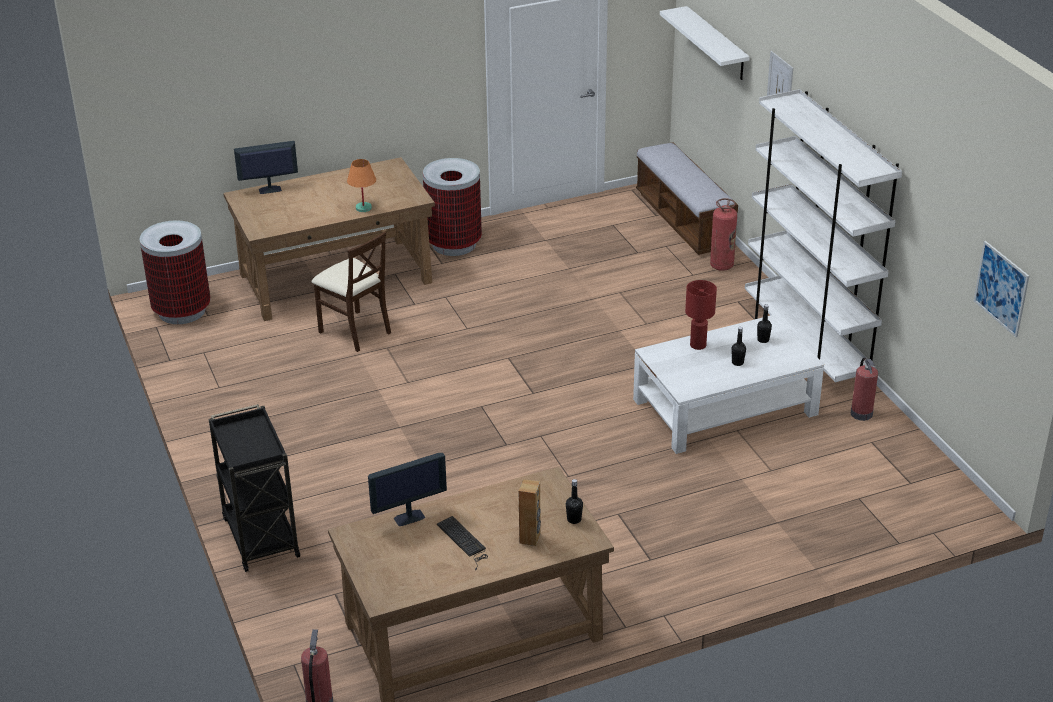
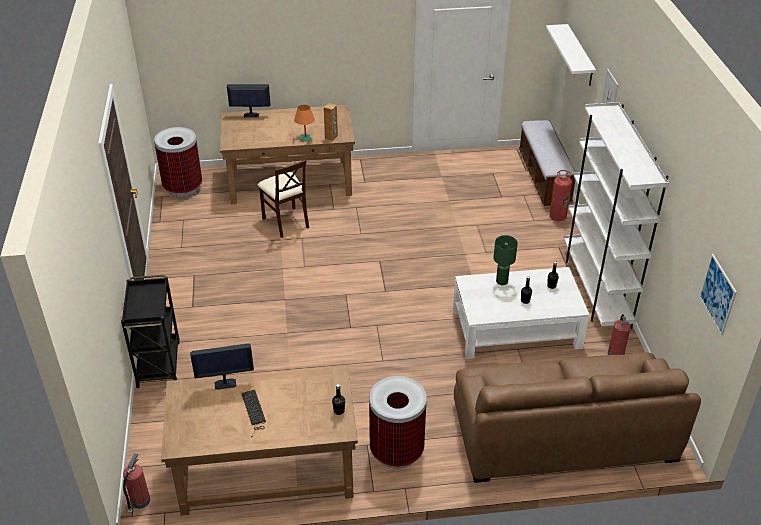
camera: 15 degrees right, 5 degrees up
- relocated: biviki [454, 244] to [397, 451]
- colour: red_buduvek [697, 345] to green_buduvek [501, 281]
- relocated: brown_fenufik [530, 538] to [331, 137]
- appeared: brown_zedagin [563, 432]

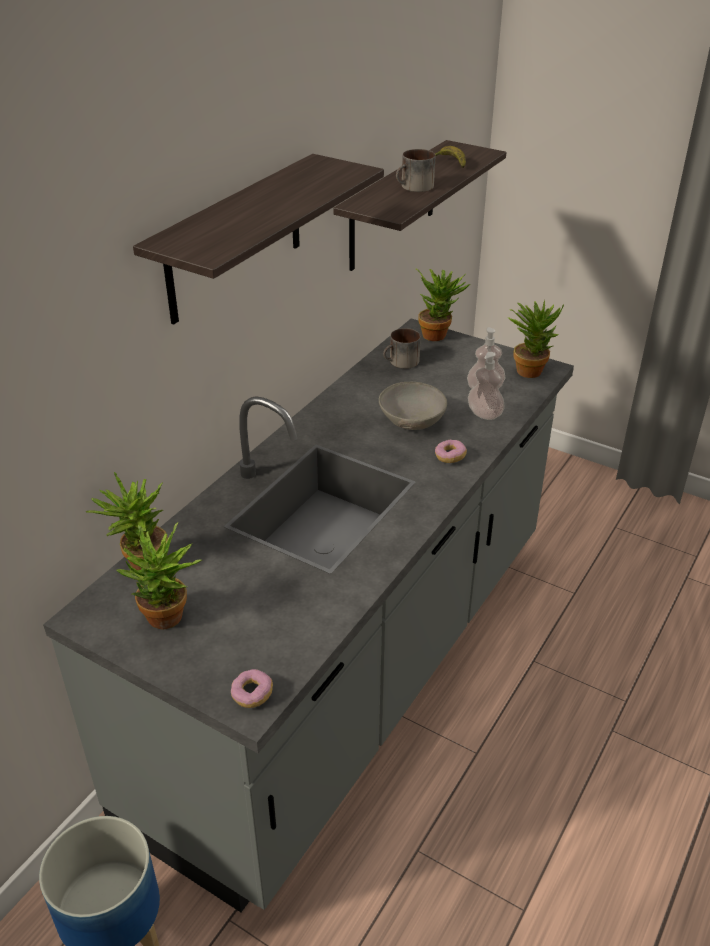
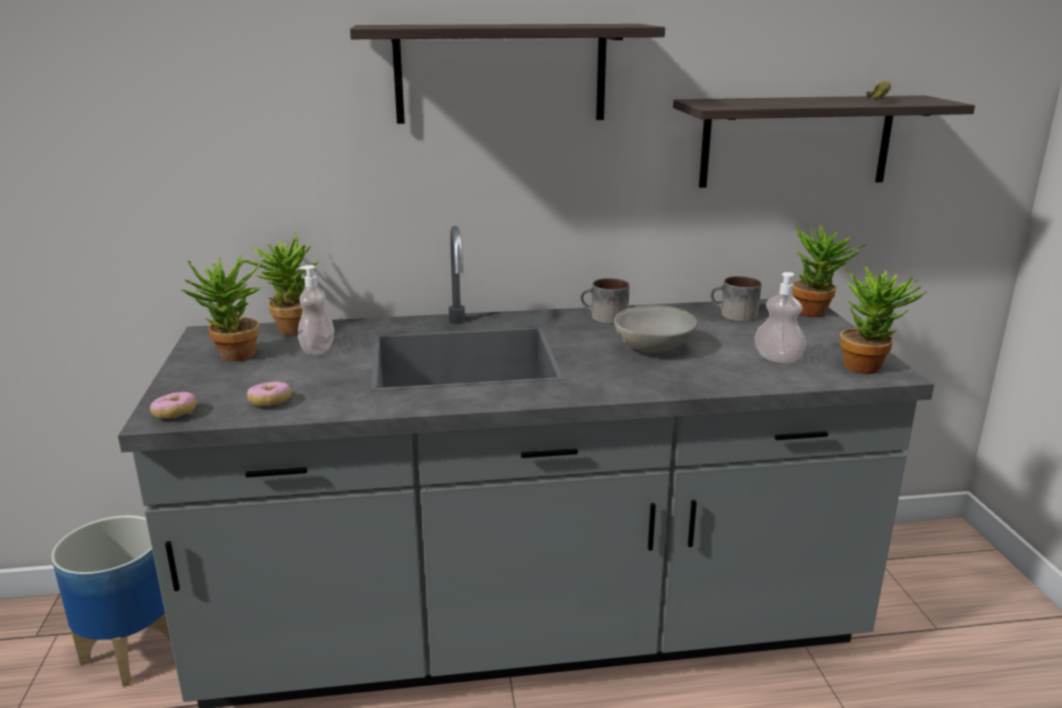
camera: 50 degrees right, 15 degrees down
- relocated: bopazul [414, 187] to [604, 318]
- relocated: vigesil [484, 414] to [317, 349]
- relocated: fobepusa [450, 457] to [270, 402]

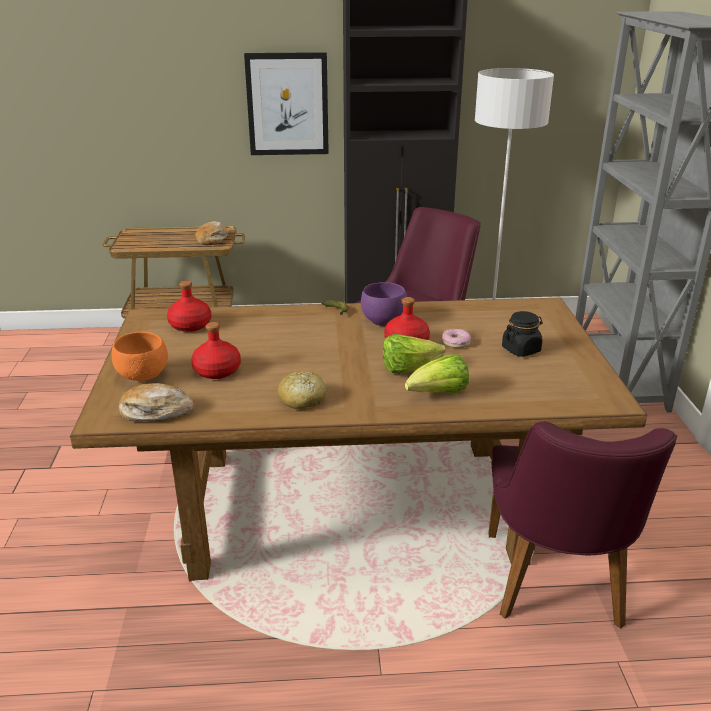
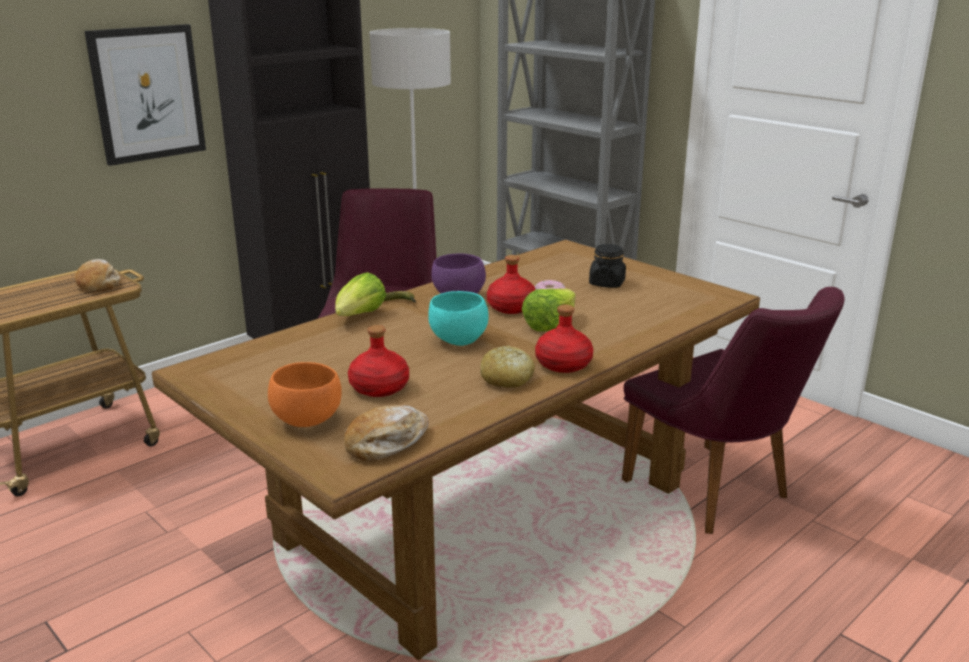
camera: 40 degrees left, 5 degrees down
- relocated: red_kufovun [191, 325] to [564, 364]
- relocated: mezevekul [438, 394] to [359, 316]
- appeared: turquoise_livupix [459, 341]

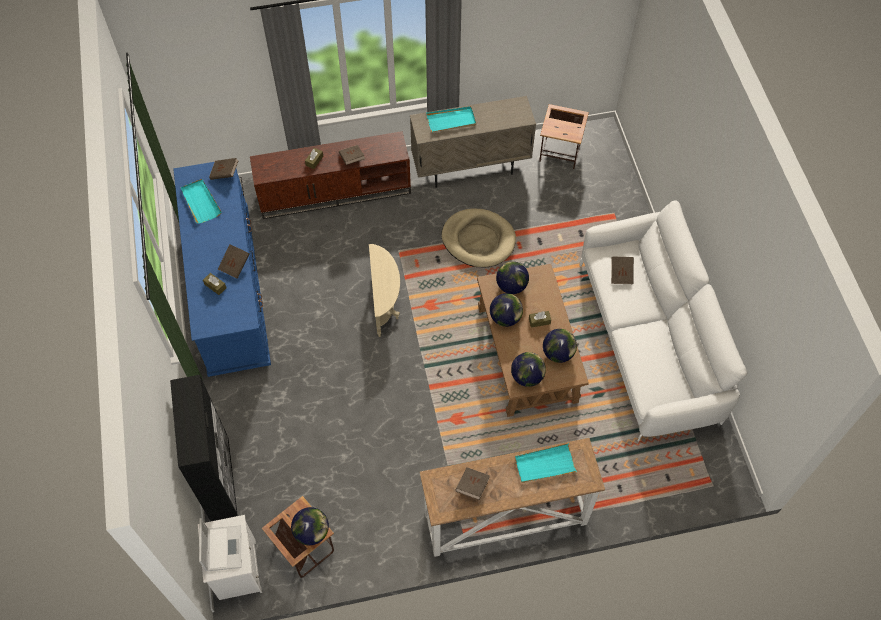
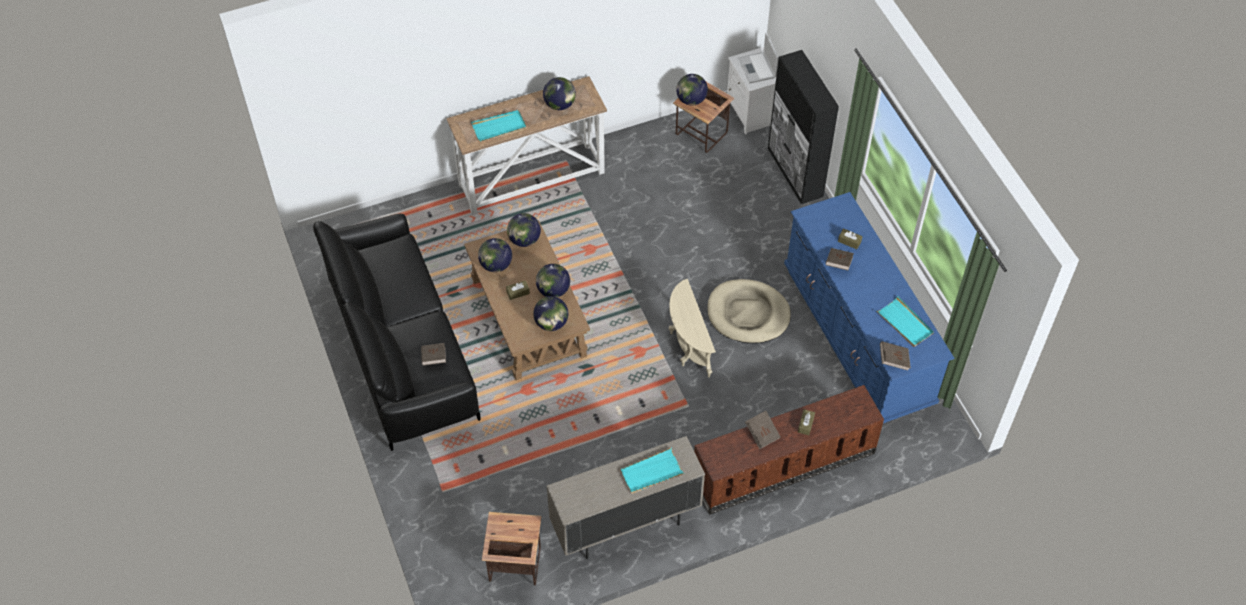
camera: 170 degrees right, 5 degrees down
- colour: white_zedagin [648, 341] to black_zedagin [402, 348]
- relocated: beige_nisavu [478, 240] to [748, 314]
- exchanged: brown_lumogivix [472, 486] to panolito [559, 105]

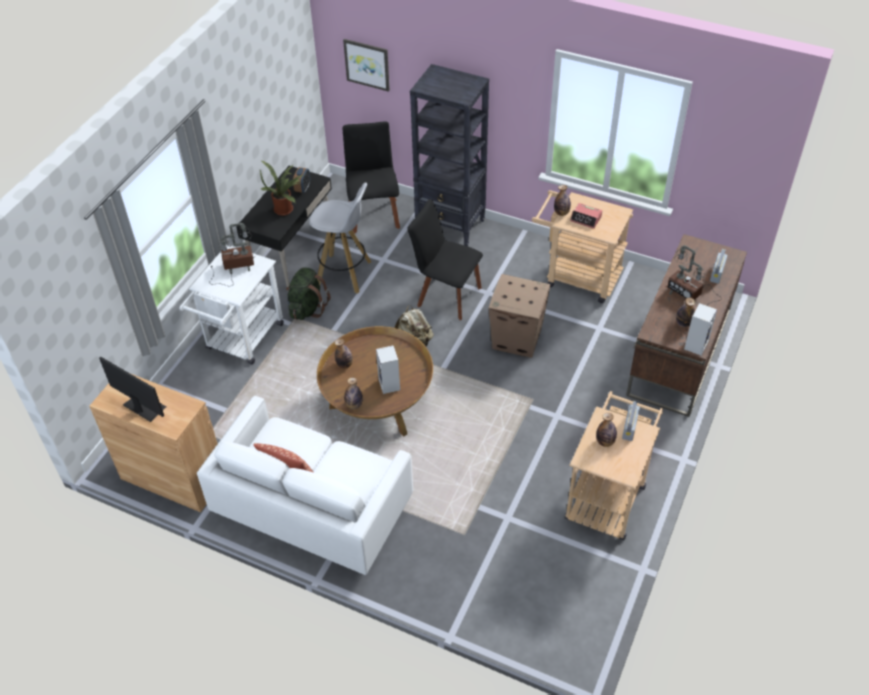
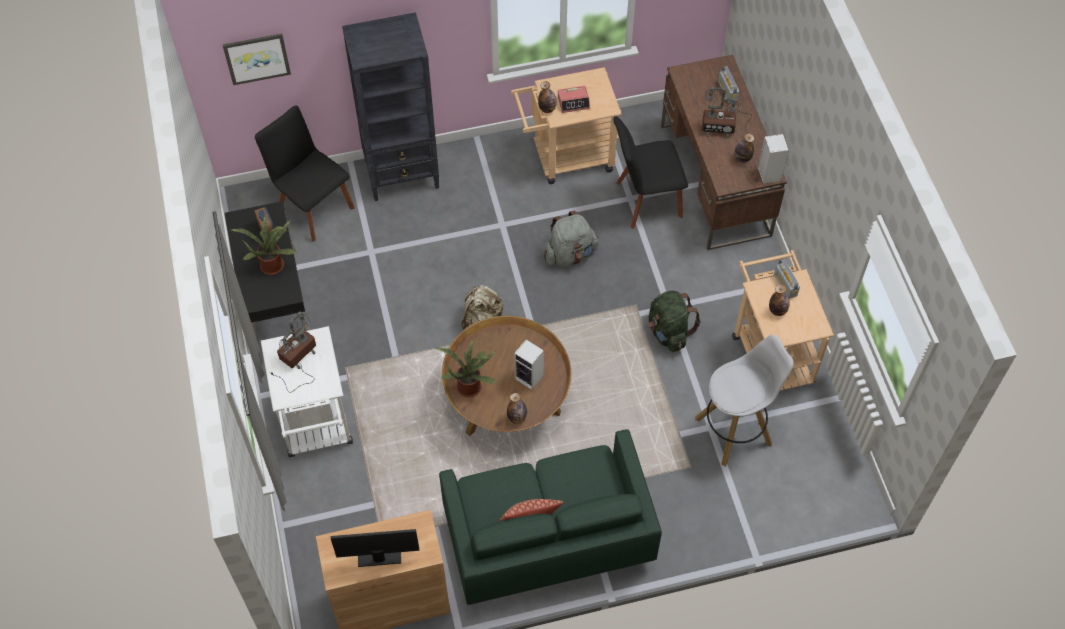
camera: 40 degrees left, 10 degrees up
- relocated: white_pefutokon [345, 274] to [734, 430]
- relocated: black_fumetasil [446, 295] to [645, 201]
- relocated: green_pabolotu [307, 308] to [668, 332]
- exchanged: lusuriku [517, 338] to grey_pabolotu [570, 254]
- exchanged: kufovun [344, 364] to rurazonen [470, 385]
- colour: white_zedagin [314, 509] to green_zedagin [547, 536]

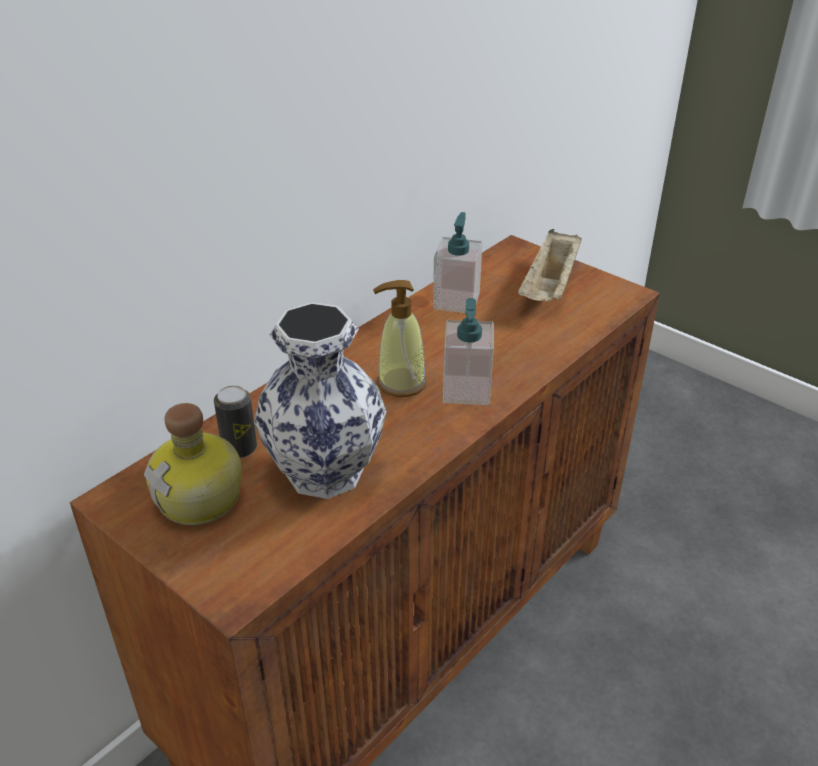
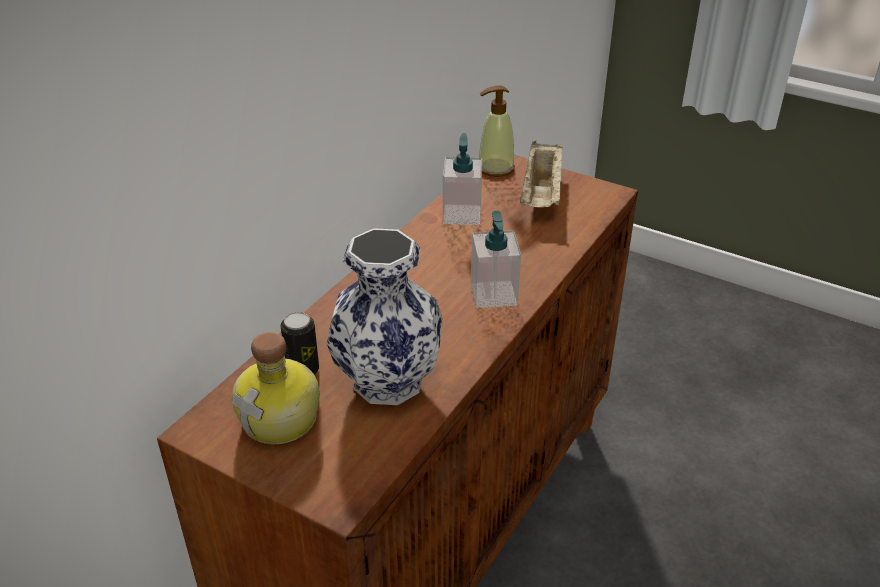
camera: 10 degrees left, 0 degrees up
- relocated: vigesil [401, 383] to [495, 168]

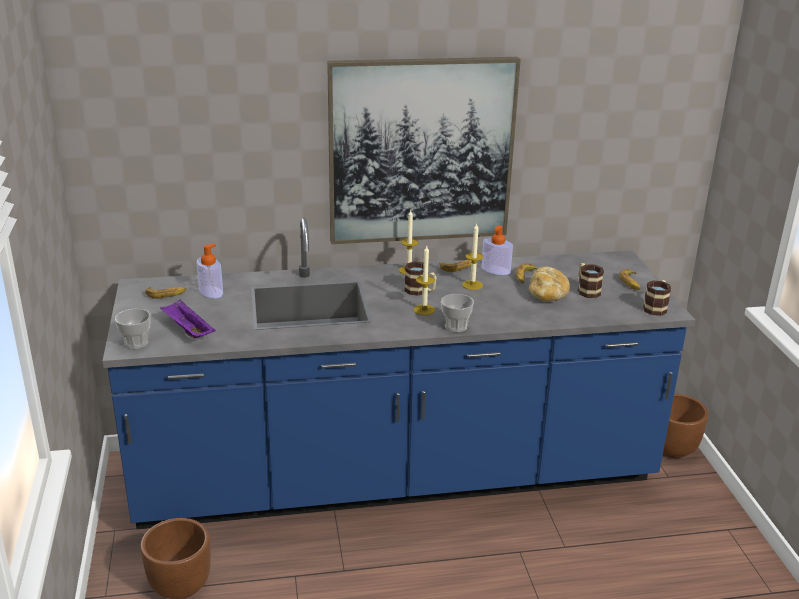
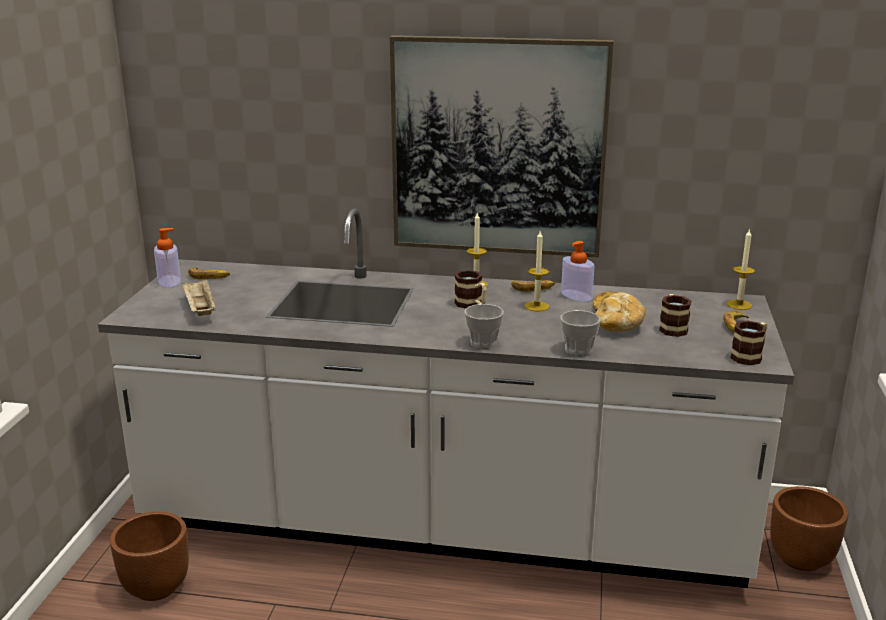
camera: 20 degrees right, 5 degrees down
- colour: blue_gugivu [395, 475] to white_gugivu [443, 523]
- relocated: vigesil [211, 292] to [169, 281]
- relocated: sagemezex [424, 310] to [739, 305]
- colour: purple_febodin [187, 330] to beige_febodin [200, 309]
- relocated: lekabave [136, 343] to [578, 350]

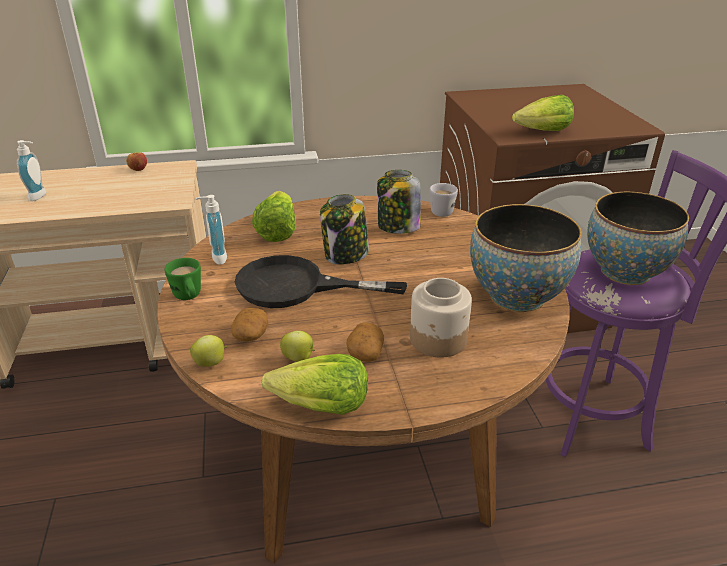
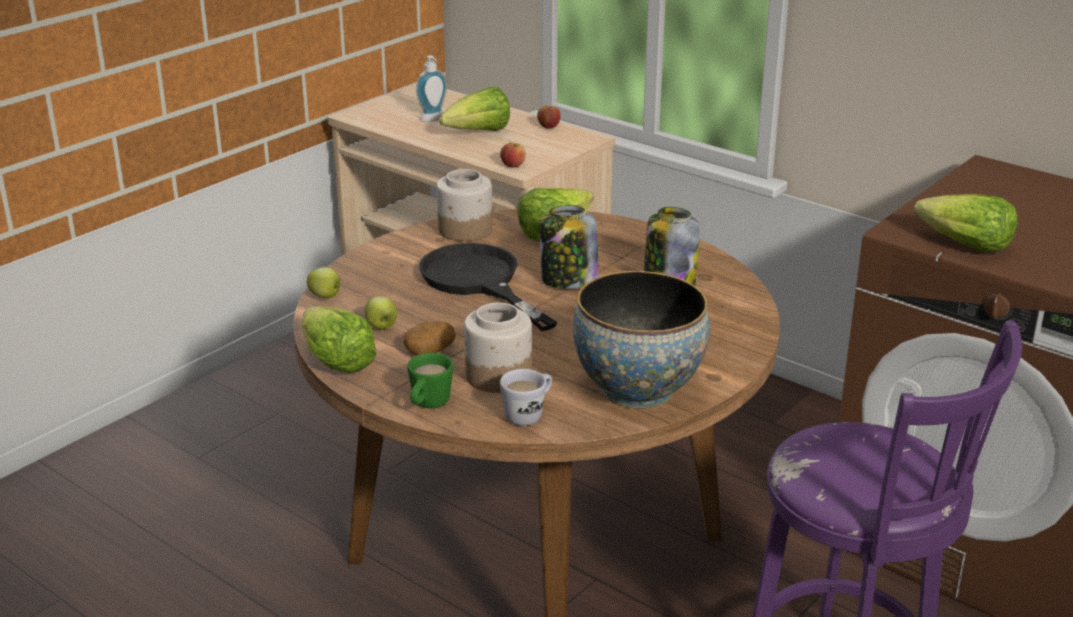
camera: 50 degrees right, 5 degrees down
- relocated: white_bopazul [440, 210] to [529, 414]
- missing: livupix [625, 272]
- exchanged: vigesil [216, 258] to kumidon [465, 230]
- relocated: green_bopazul [189, 297] to [428, 405]
- missing: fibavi [251, 335]
- appeared: mezevekul [478, 133]
- appeared: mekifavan [513, 165]

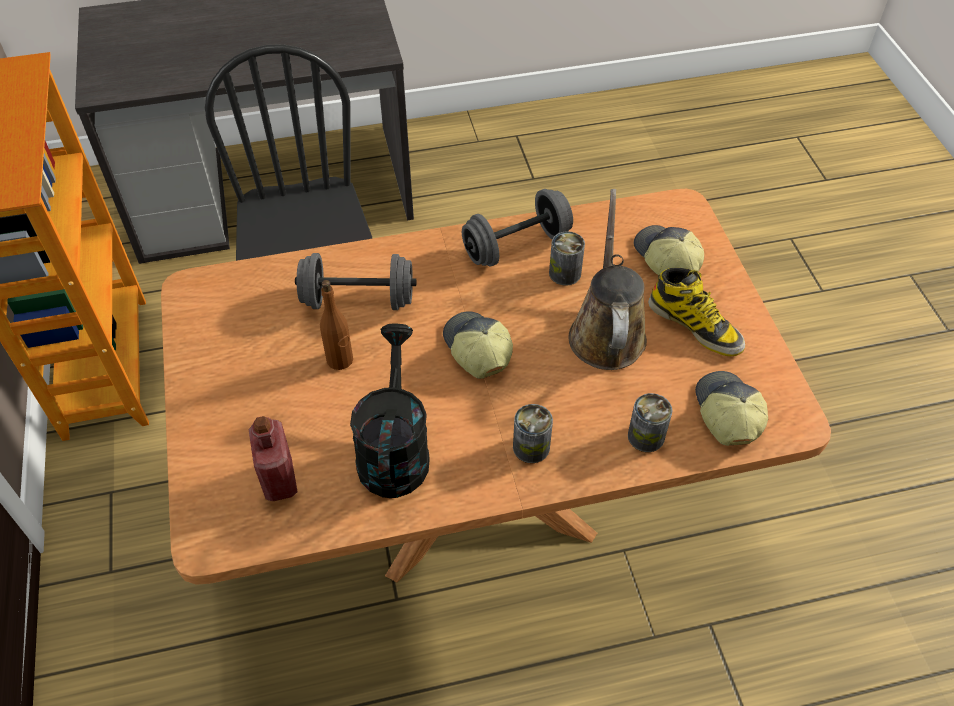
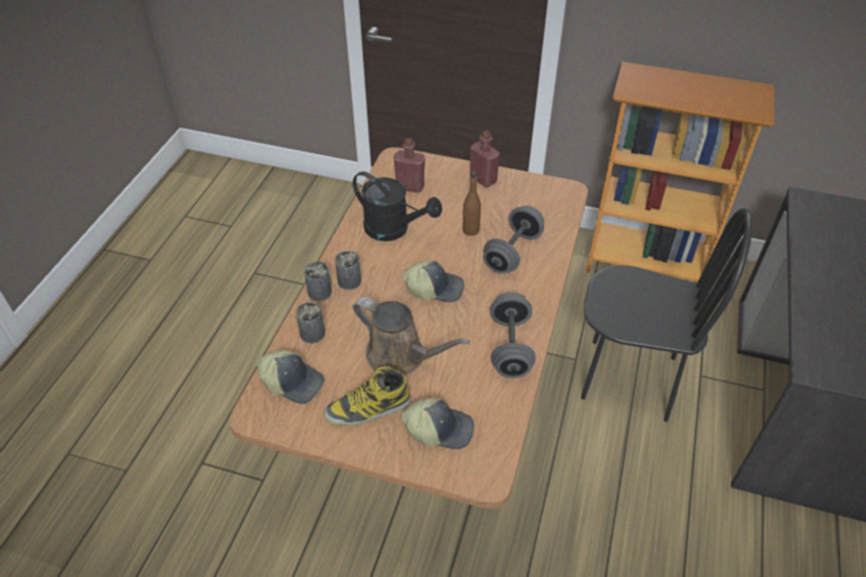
camera: 120 degrees right, 5 degrees down
- relocated: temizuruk [565, 273] to [319, 292]
- appeared: red_kufovun [483, 179]

